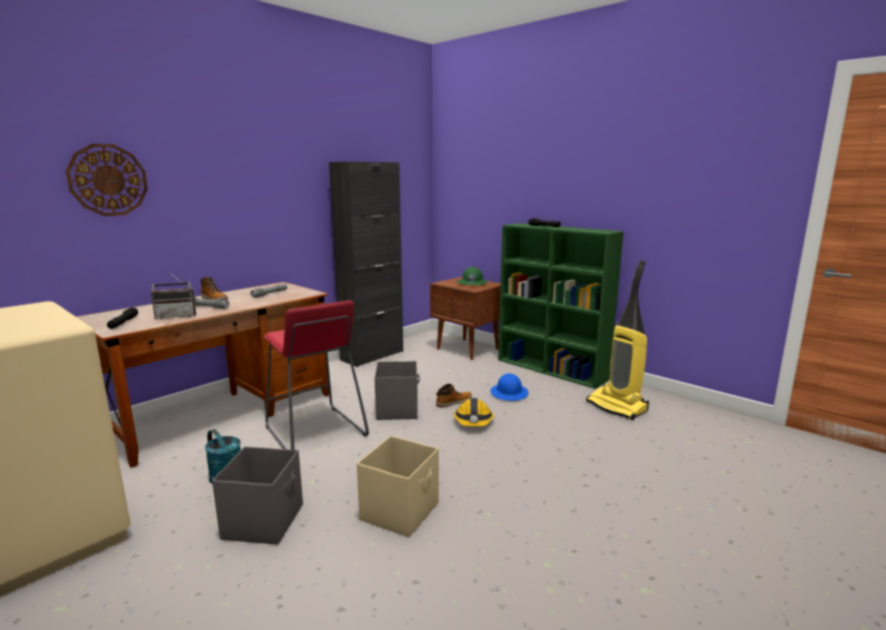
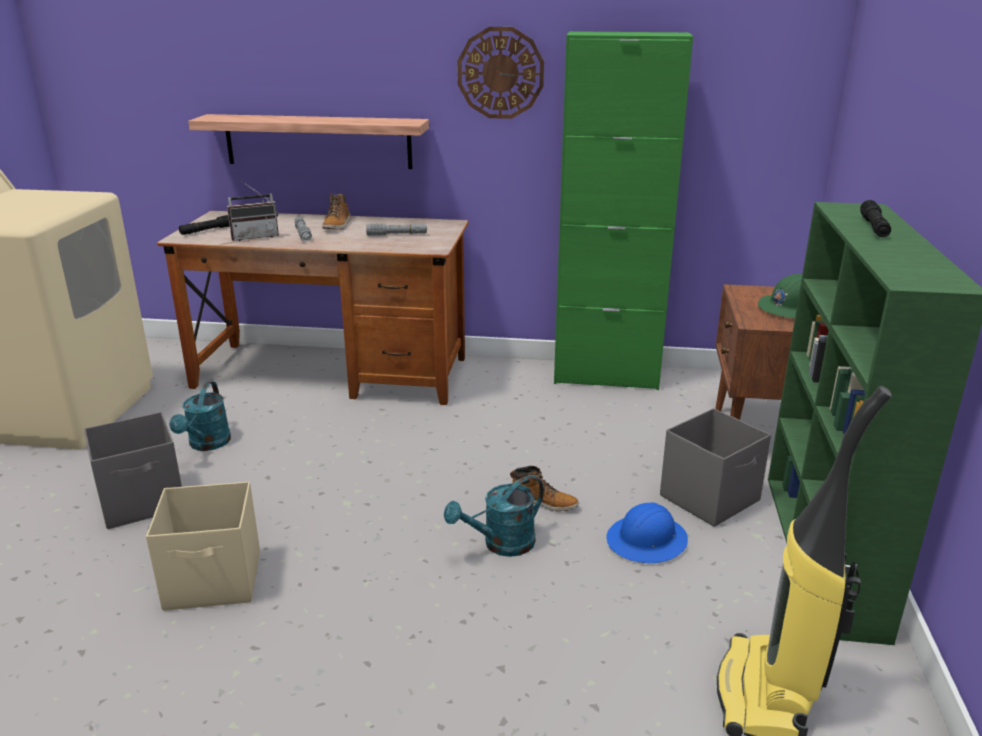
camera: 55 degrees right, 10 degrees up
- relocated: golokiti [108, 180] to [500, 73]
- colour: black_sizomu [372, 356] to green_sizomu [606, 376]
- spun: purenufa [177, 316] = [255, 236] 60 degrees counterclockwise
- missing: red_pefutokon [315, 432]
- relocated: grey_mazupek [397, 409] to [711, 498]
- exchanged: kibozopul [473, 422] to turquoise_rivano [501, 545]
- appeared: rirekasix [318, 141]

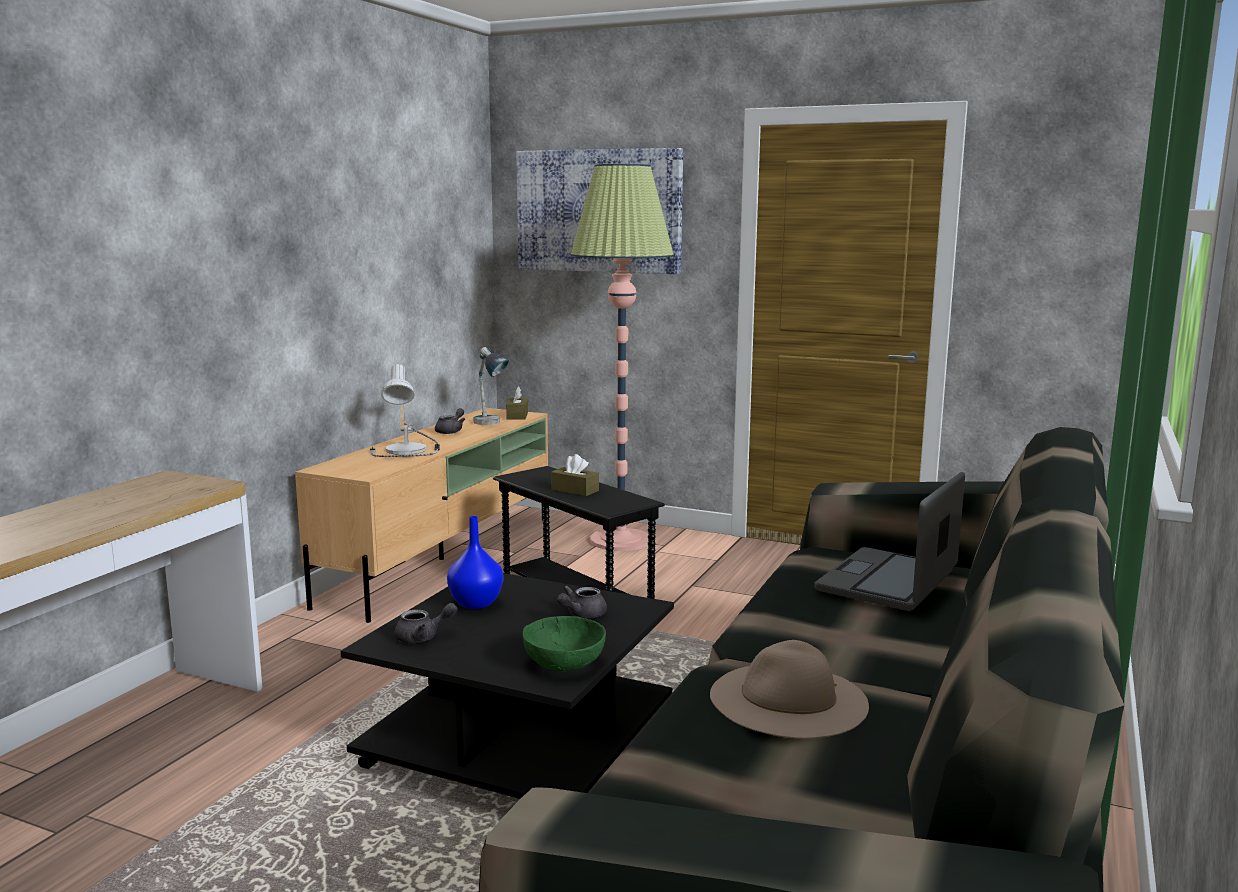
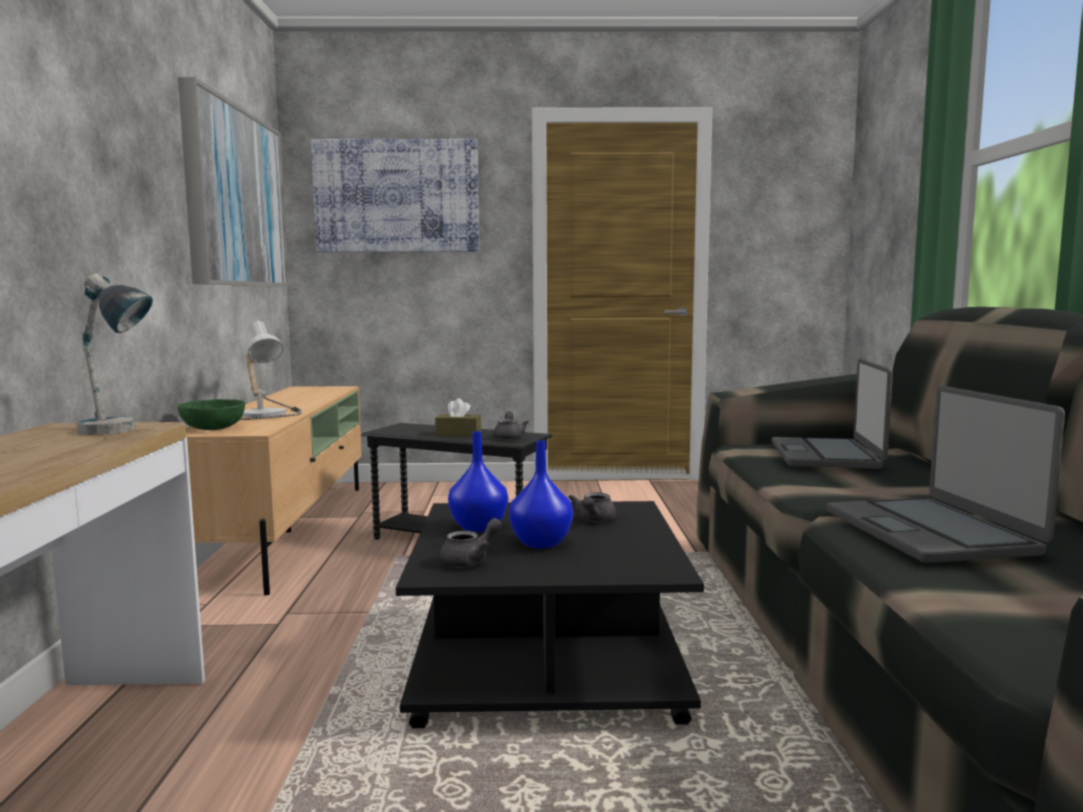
camera: 25 degrees left, 5 degrees down
- missing: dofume [620, 540]
- relocated: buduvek [491, 424] to [118, 432]
- missing: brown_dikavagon [517, 416]
- relocated: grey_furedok [451, 431] to [509, 437]
- relocated: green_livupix [564, 663] to [213, 428]
- exchanged: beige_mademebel [788, 699] to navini [930, 532]
- appeared: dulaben [235, 198]
- appeared: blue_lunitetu [542, 543]

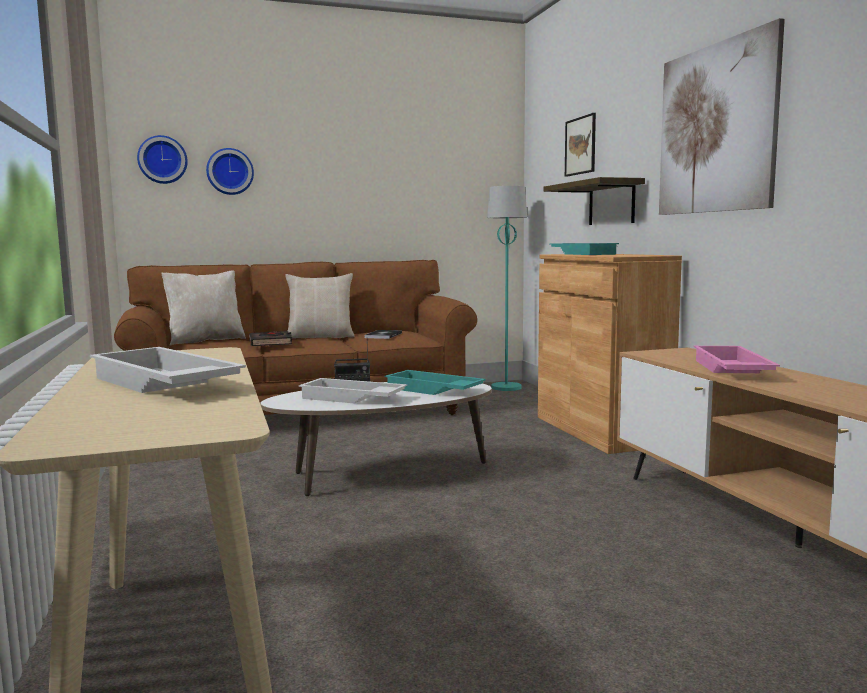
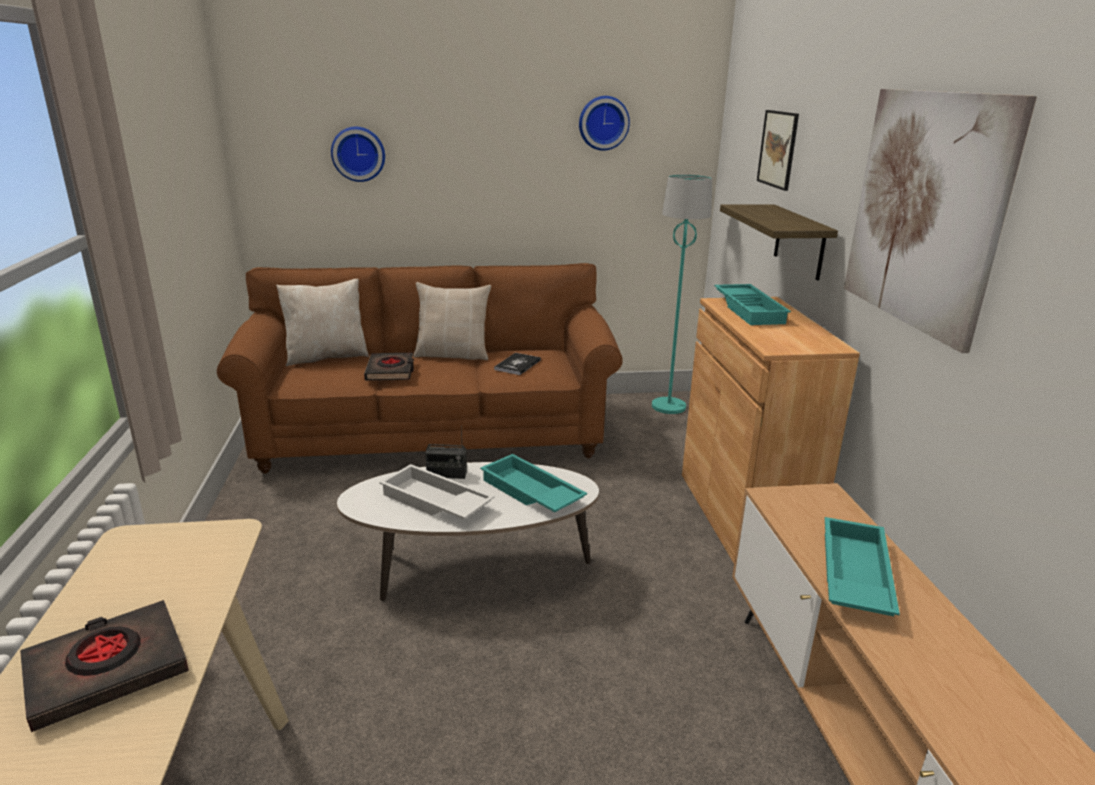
camera: 10 degrees right, 15 degrees up
- relocated: golokiti [162, 160] to [603, 123]
- colour: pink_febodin [729, 370] to turquoise_febodin [852, 575]
- exchanged: white_febodin [161, 384] to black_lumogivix [107, 670]

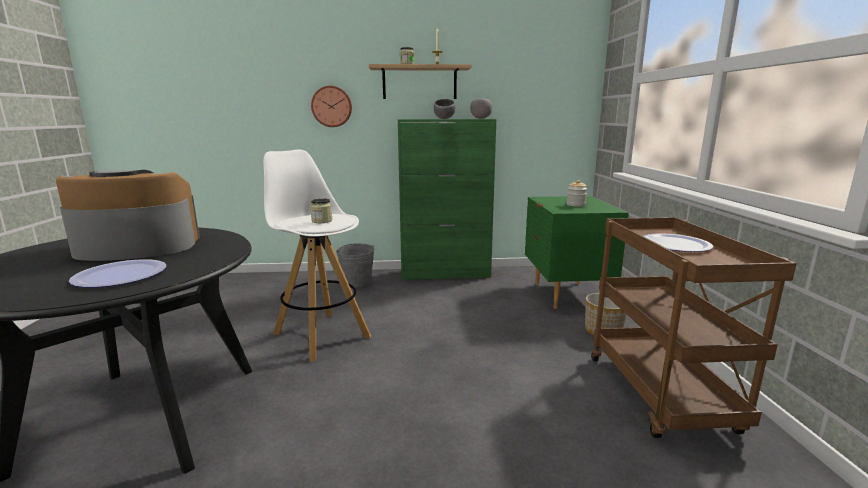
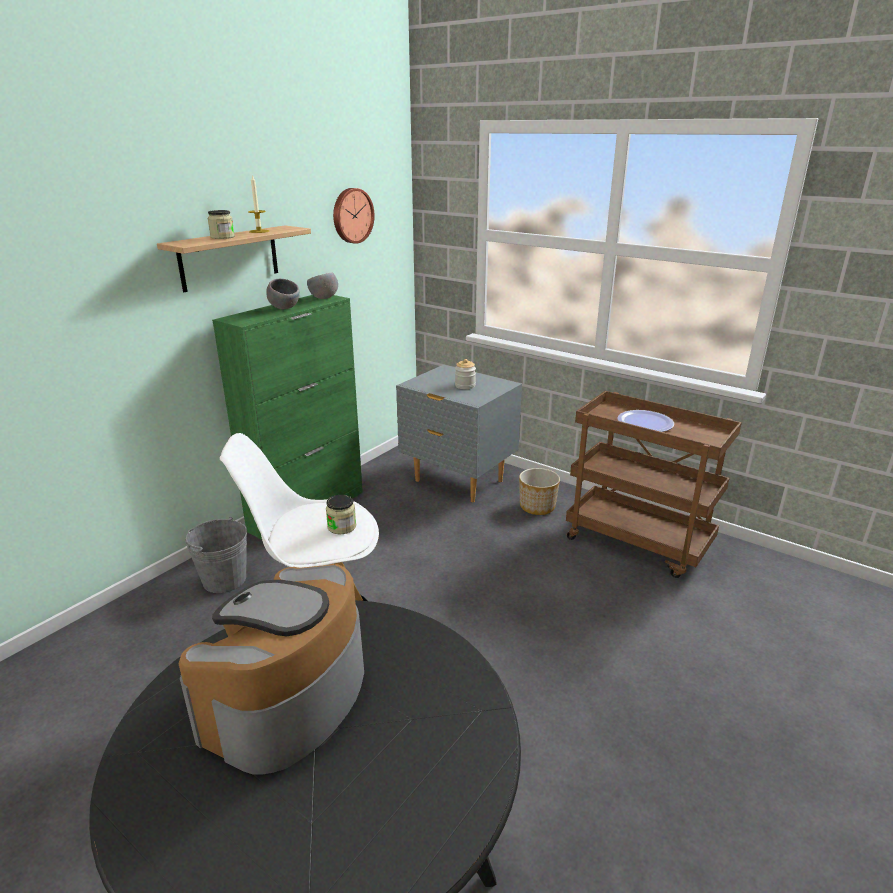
camera: 50 degrees left, 10 degrees up
- relocated: golokiti [332, 106] to [352, 215]
- colour: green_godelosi [566, 295] to grey_godelosi [458, 481]
- missing: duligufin [121, 275]

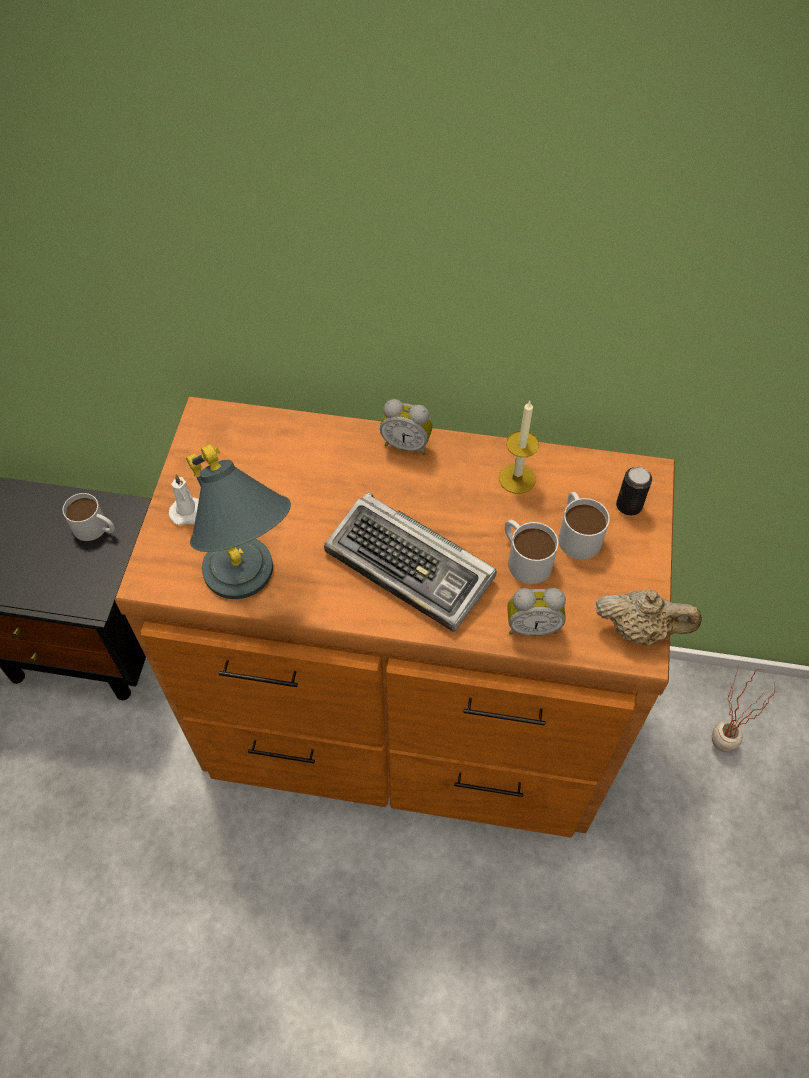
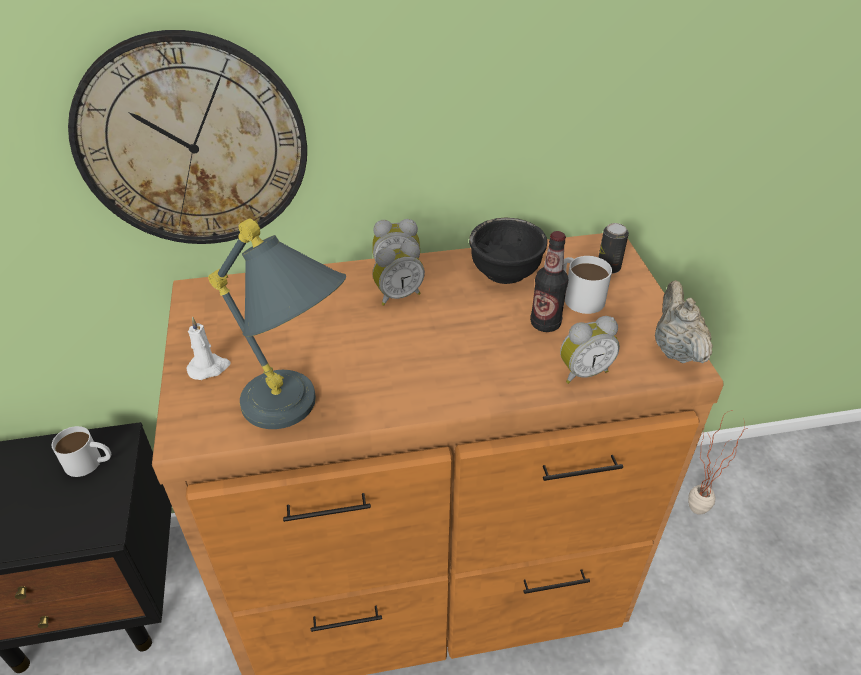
camera: 20 degrees left, 15 degrees down
- exchanged: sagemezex [517, 478] to black_livupix [505, 271]
- missing: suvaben [411, 567]
- exchanged: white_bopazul [524, 558] to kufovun [545, 324]
- spun: beige_furedok [640, 629] = [675, 350] 90 degrees counterclockwise
- appeared: golokiti [193, 144]
- appeared: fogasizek [398, 295]

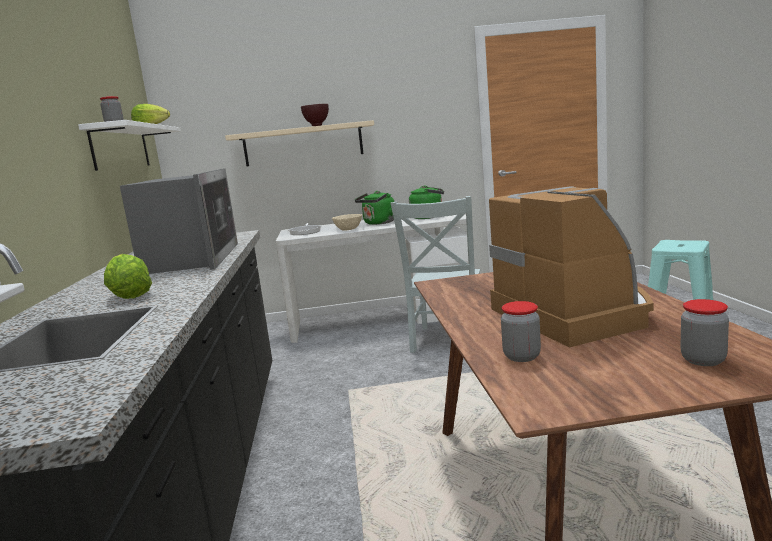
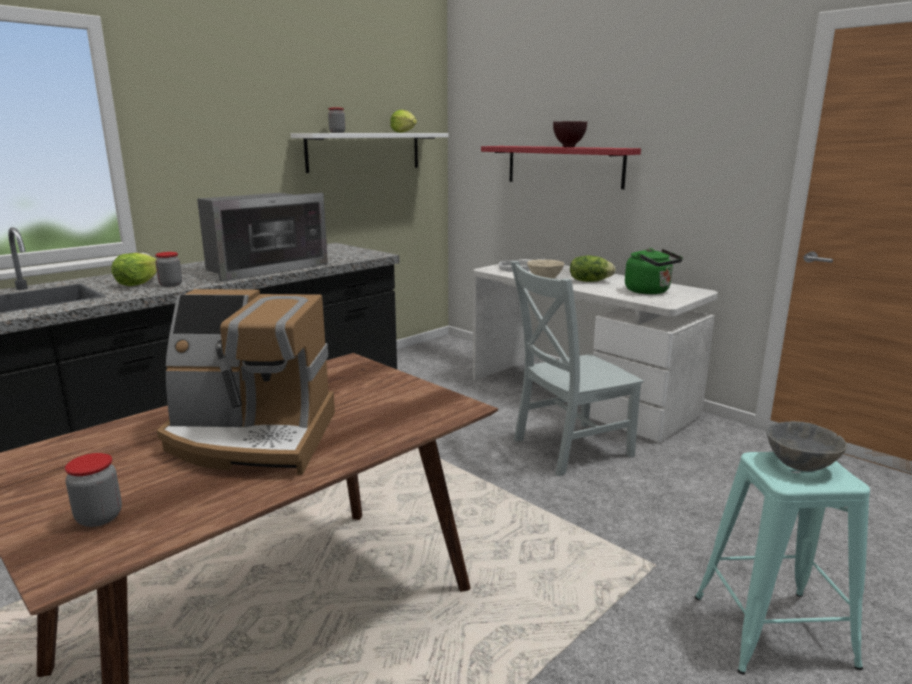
camera: 50 degrees right, 5 degrees up
- colour: beige_rirekasix [303, 144] to red_rirekasix [564, 166]
- spun: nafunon [574, 313] = [252, 438] 60 degrees clockwise
- exchanged: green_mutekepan [378, 223] to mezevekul [589, 281]
- relocated: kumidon [521, 356] to [171, 285]
- appeared: grey_livupix [800, 464]

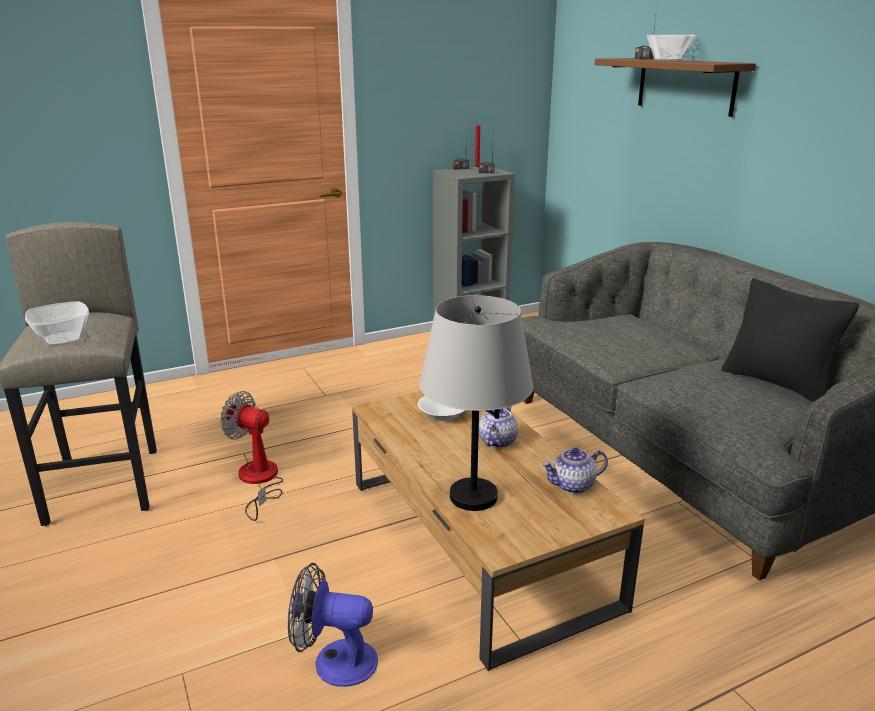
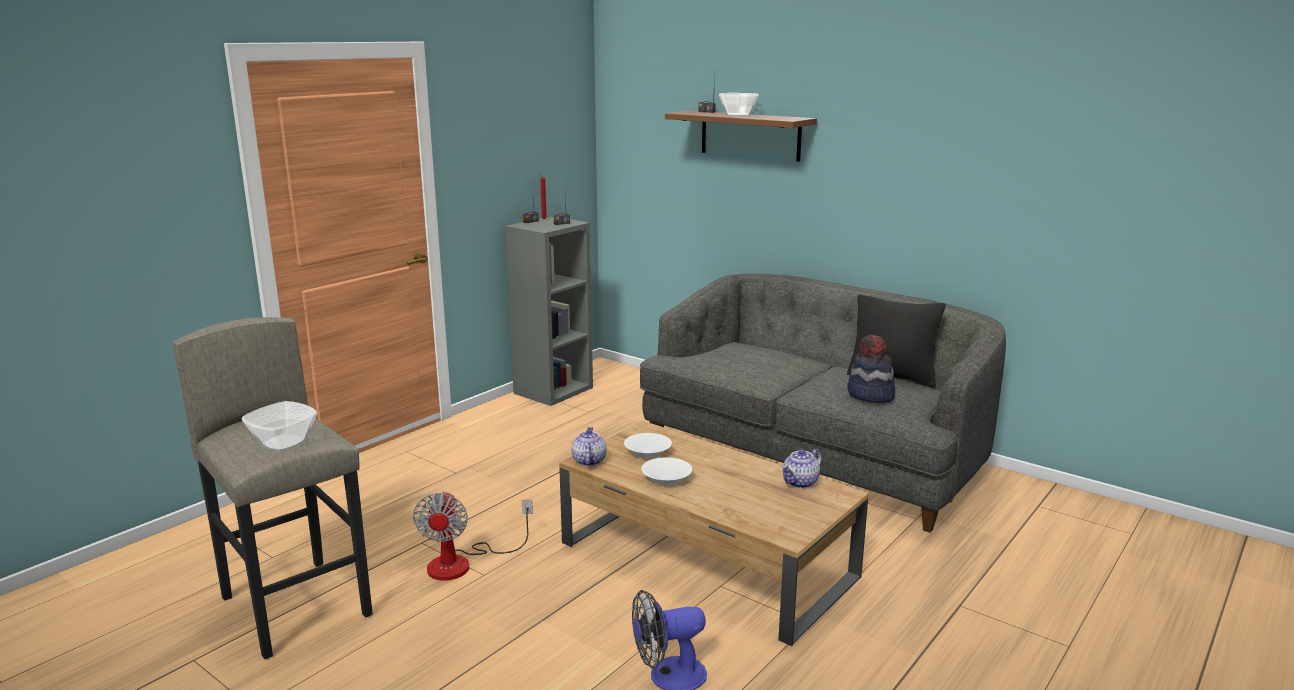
camera: 25 degrees left, 5 degrees down
- missing: grey_buduvek [472, 496]
- spun: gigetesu [258, 481] = [463, 563] 90 degrees counterclockwise
- relocated: furedok [497, 441] to [588, 461]
- appeared: mademebel [870, 395]
- appeared: white_livupix [666, 478]

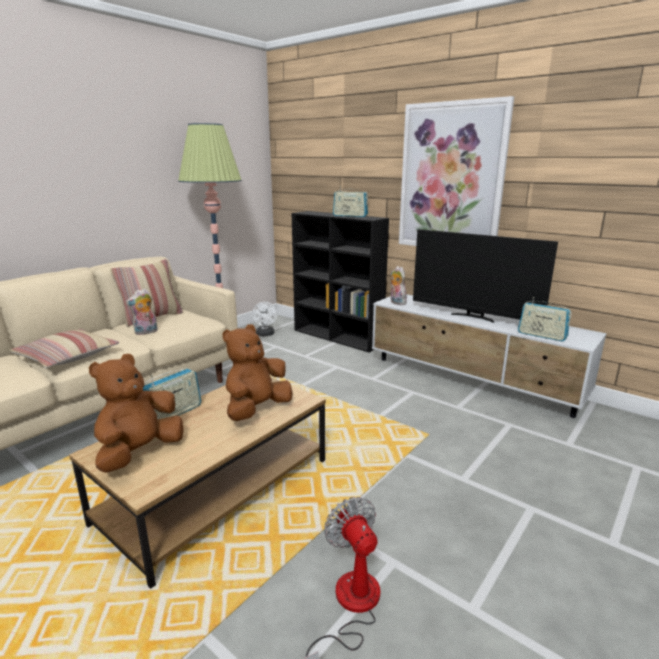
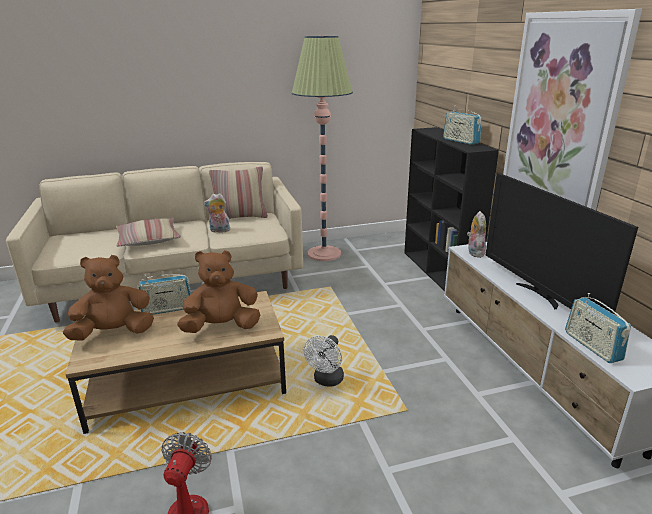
camera: 35 degrees right, 5 degrees up
- relocated: white_gigetesu [265, 334] to [326, 381]

